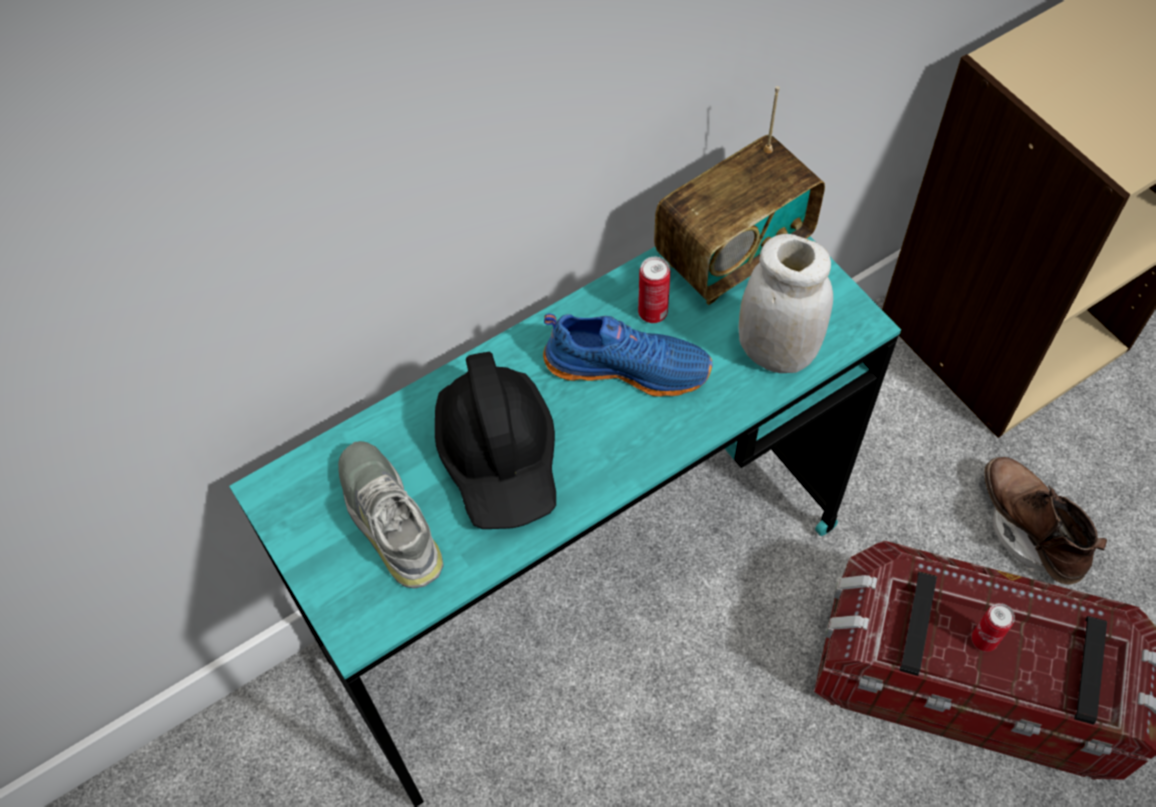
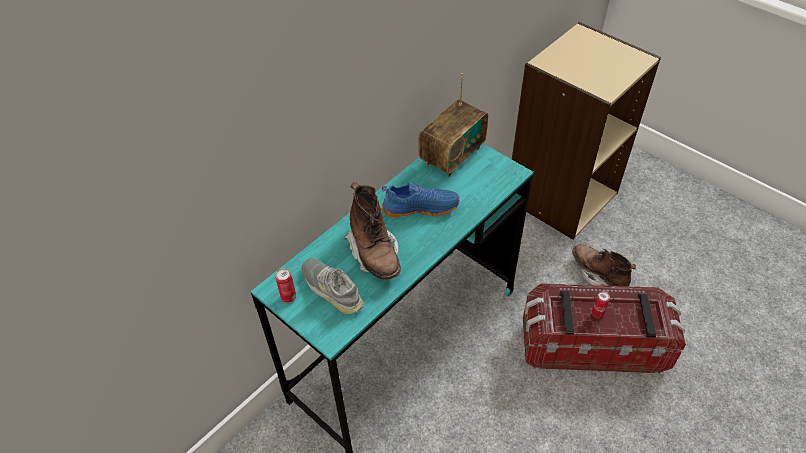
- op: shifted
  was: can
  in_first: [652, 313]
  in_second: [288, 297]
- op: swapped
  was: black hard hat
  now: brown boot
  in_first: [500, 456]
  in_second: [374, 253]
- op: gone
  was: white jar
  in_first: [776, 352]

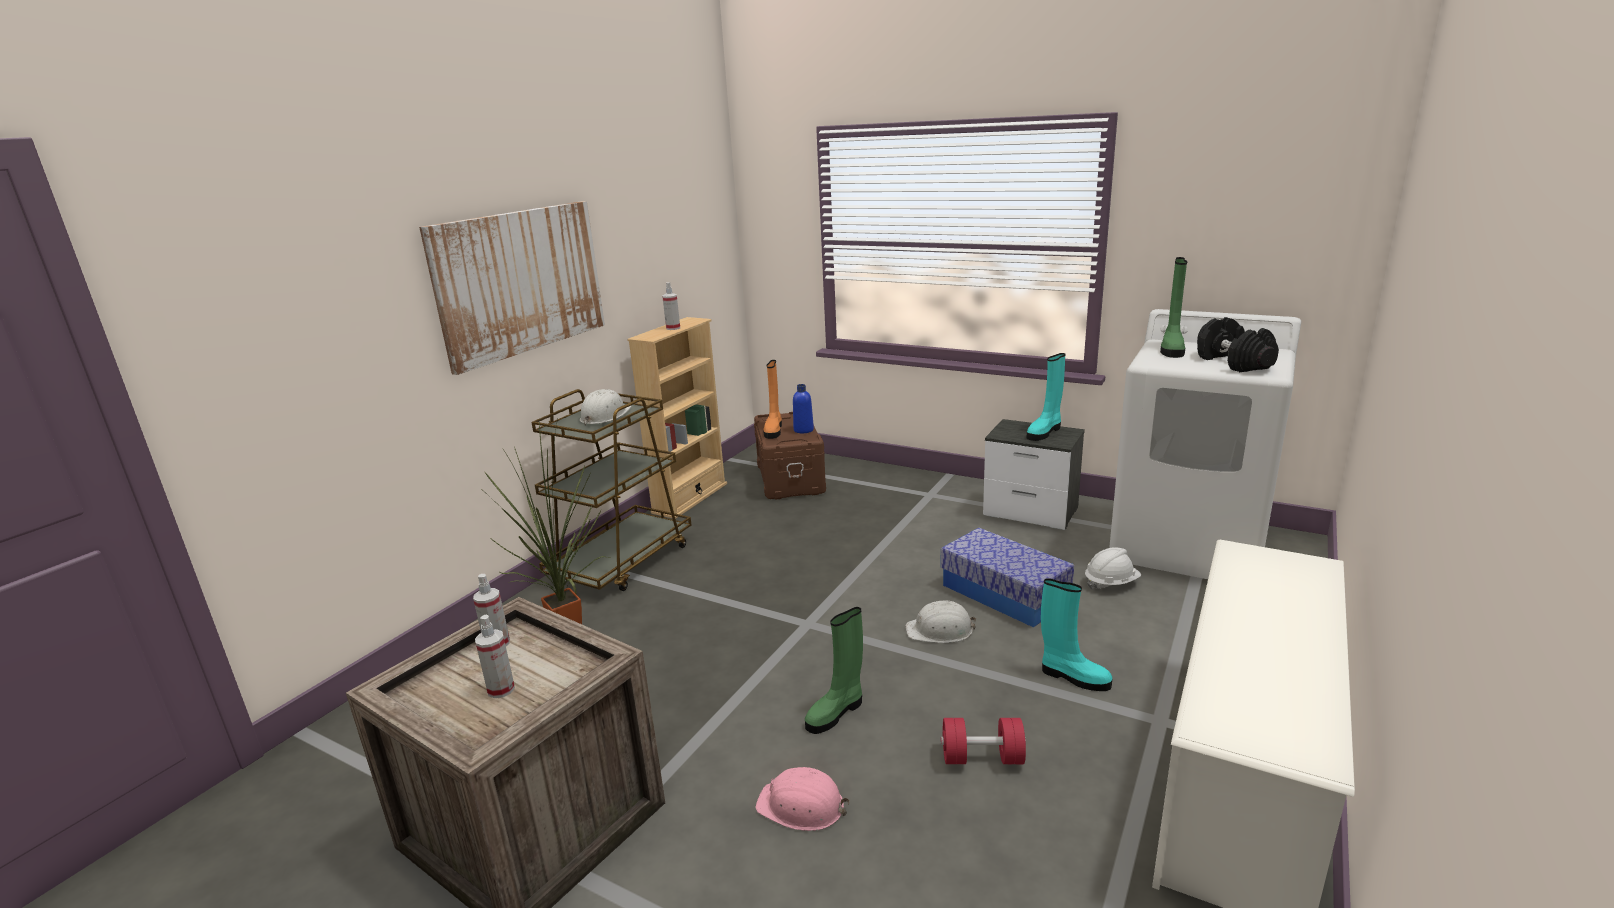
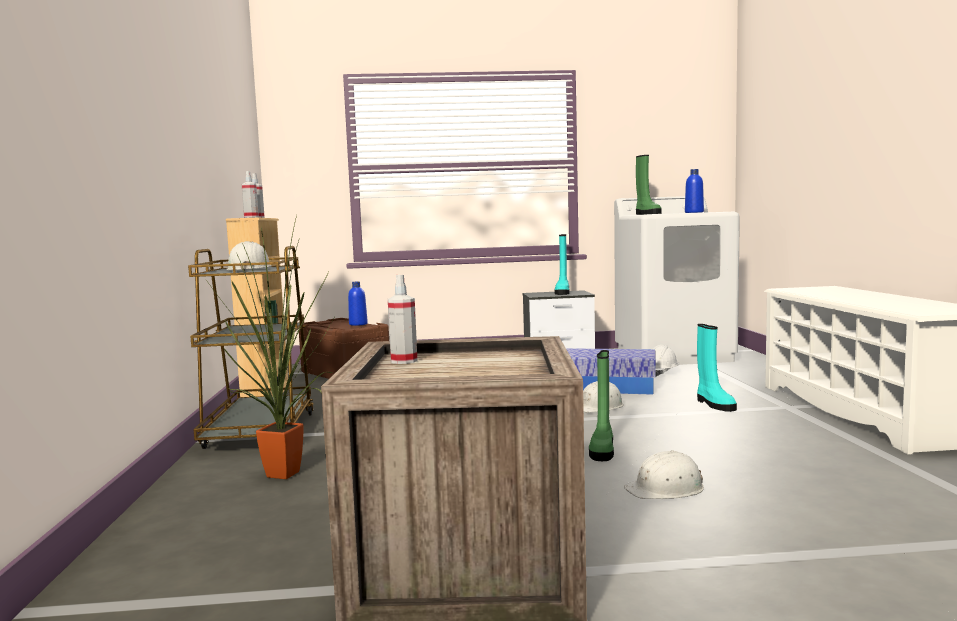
- op: shifted
  was: spray bottle
  in_first: [501, 689]
  in_second: [251, 217]
- op: repainted
  was: pink hard hat
  now: white hard hat
  in_first: [801, 806]
  in_second: [666, 489]
- op: swapped
  was: black dumbbell
  now: blue bottle
  in_first: [1234, 362]
  in_second: [694, 212]
- op: rotated
  was: turquoise boot
  in_first: [1073, 677]
  in_second: [714, 404]
  clockwise: 75
- op: gone
  was: picture
  in_first: [520, 282]
- op: gone
  was: orange boot
  in_first: [774, 430]
- op: gone
  was: red dumbbell
  in_first: [982, 758]

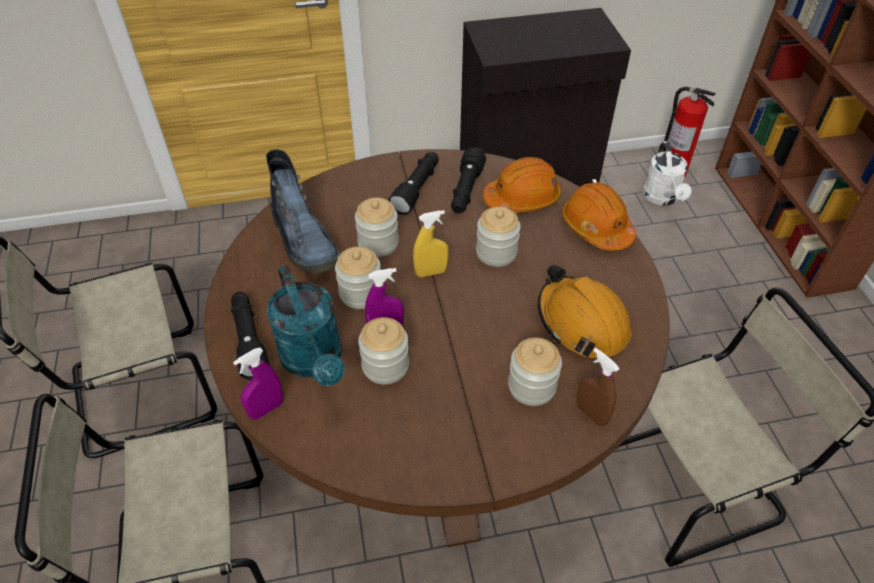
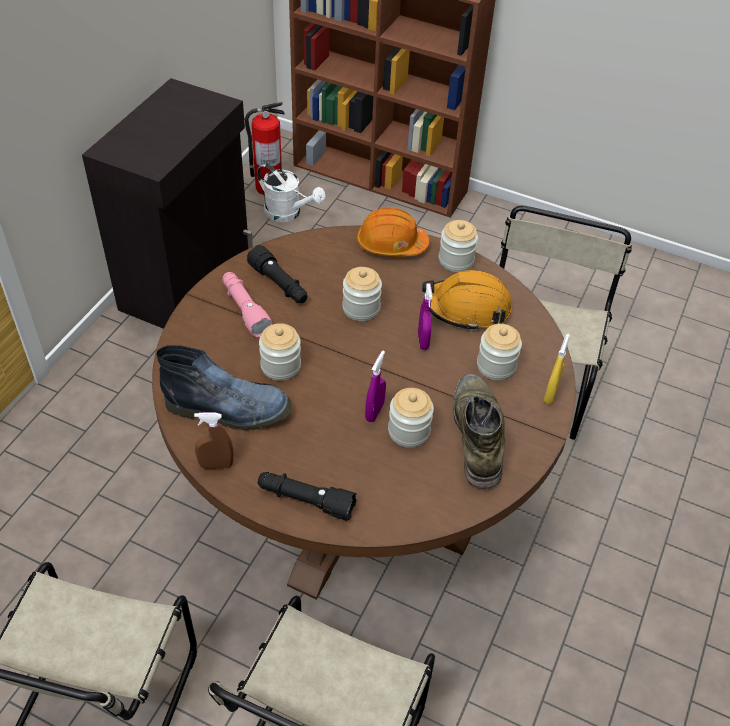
- op: shifted
  was: brown spray bottle
  in_first: [591, 414]
  in_second: [216, 465]
- op: repainted
  was: black flashlight
  now: pink flashlight
  in_first: [417, 189]
  in_second: [245, 309]
- op: shifted
  was: purple spray bottle
  in_first: [266, 409]
  in_second: [423, 341]
- op: shifted
  was: jar
  in_first: [361, 293]
  in_second: [456, 260]
- op: new
  now: green boot
  in_second: [477, 434]
- op: shifted
  was: yellow spray bottle
  in_first: [431, 272]
  in_second: [550, 394]
- op: gone
  was: turquoise watering can
  in_first: [315, 361]
- op: gone
  was: orange hard hat
  in_first: [522, 198]

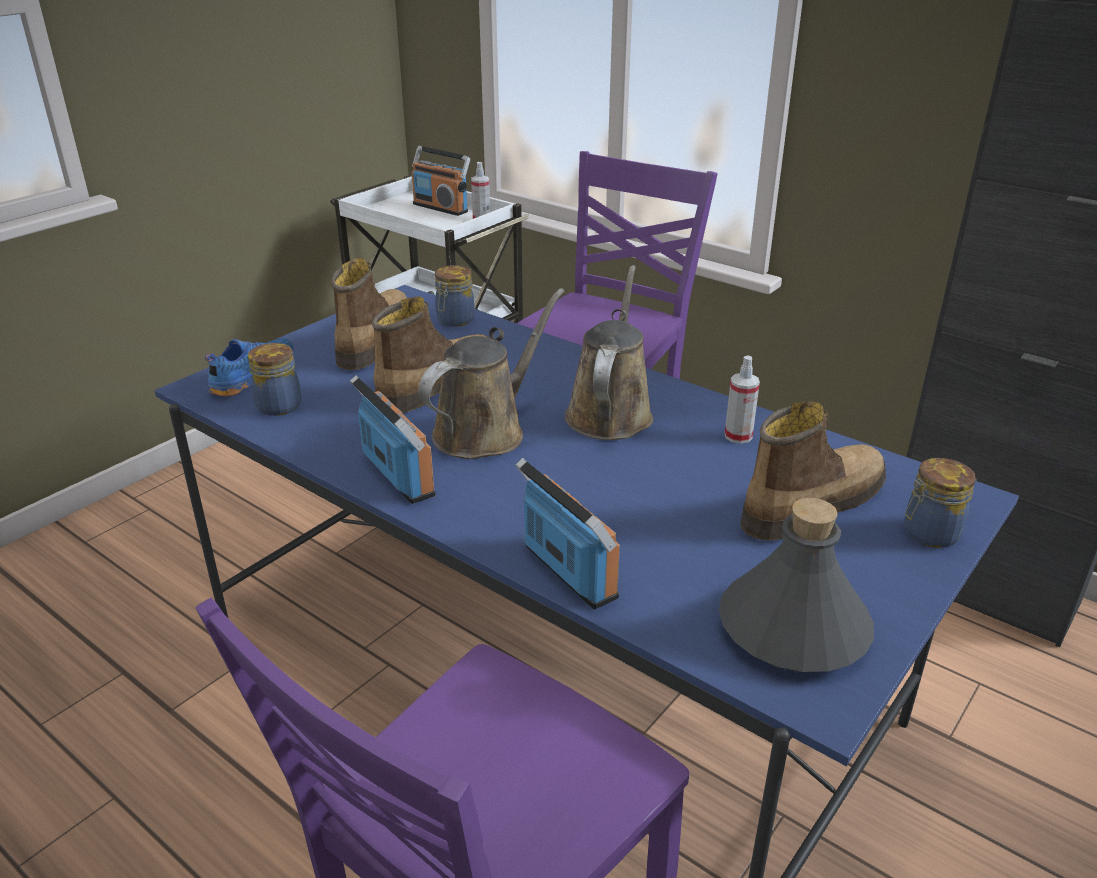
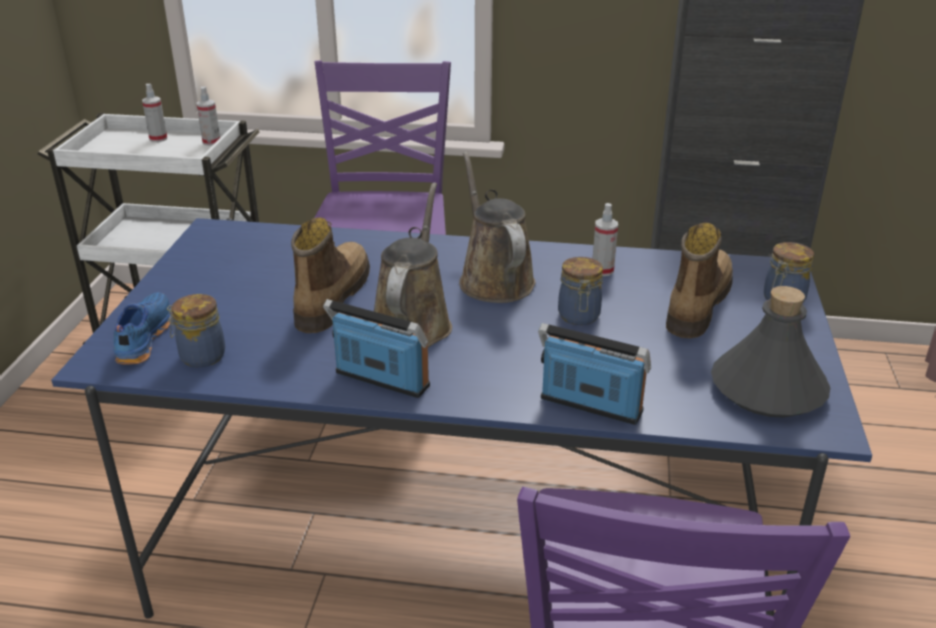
- op: swapped
  was: radio
  now: spray bottle
  in_first: [441, 208]
  in_second: [158, 139]
- op: shifted
  was: jar
  in_first: [454, 320]
  in_second: [579, 317]
- op: gone
  was: boot
  in_first: [373, 341]

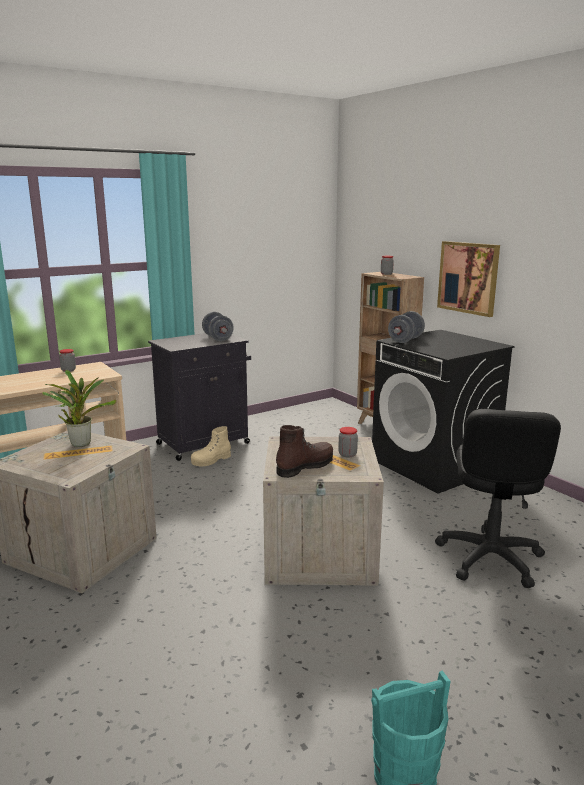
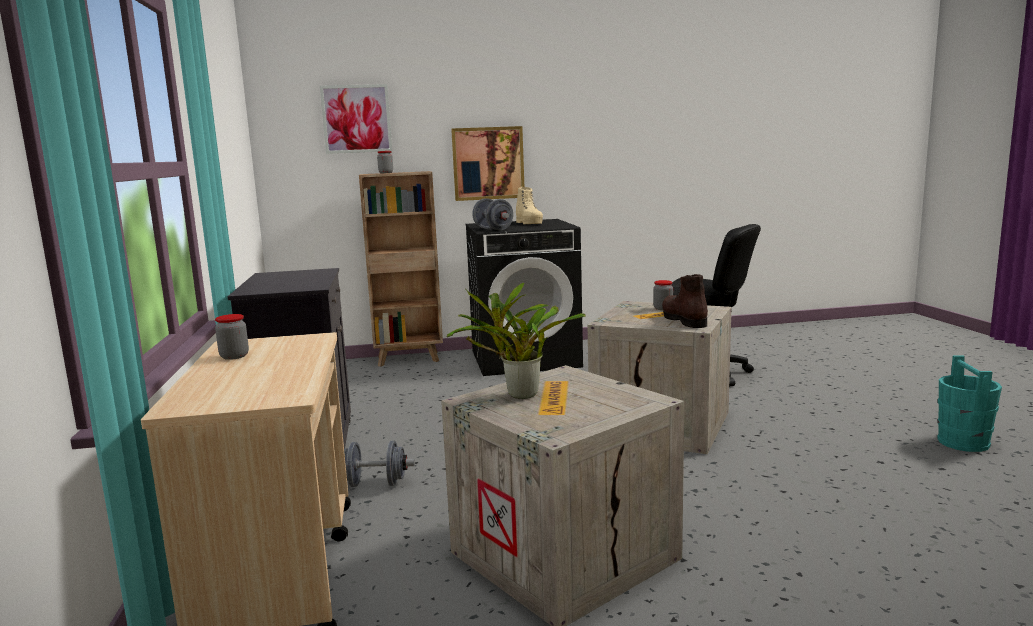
- op: new
  now: picture
  in_second: [356, 119]
- op: shifted
  was: grey dumbbell
  in_first: [218, 338]
  in_second: [375, 484]
- op: shifted
  was: beige boot
  in_first: [211, 460]
  in_second: [529, 223]

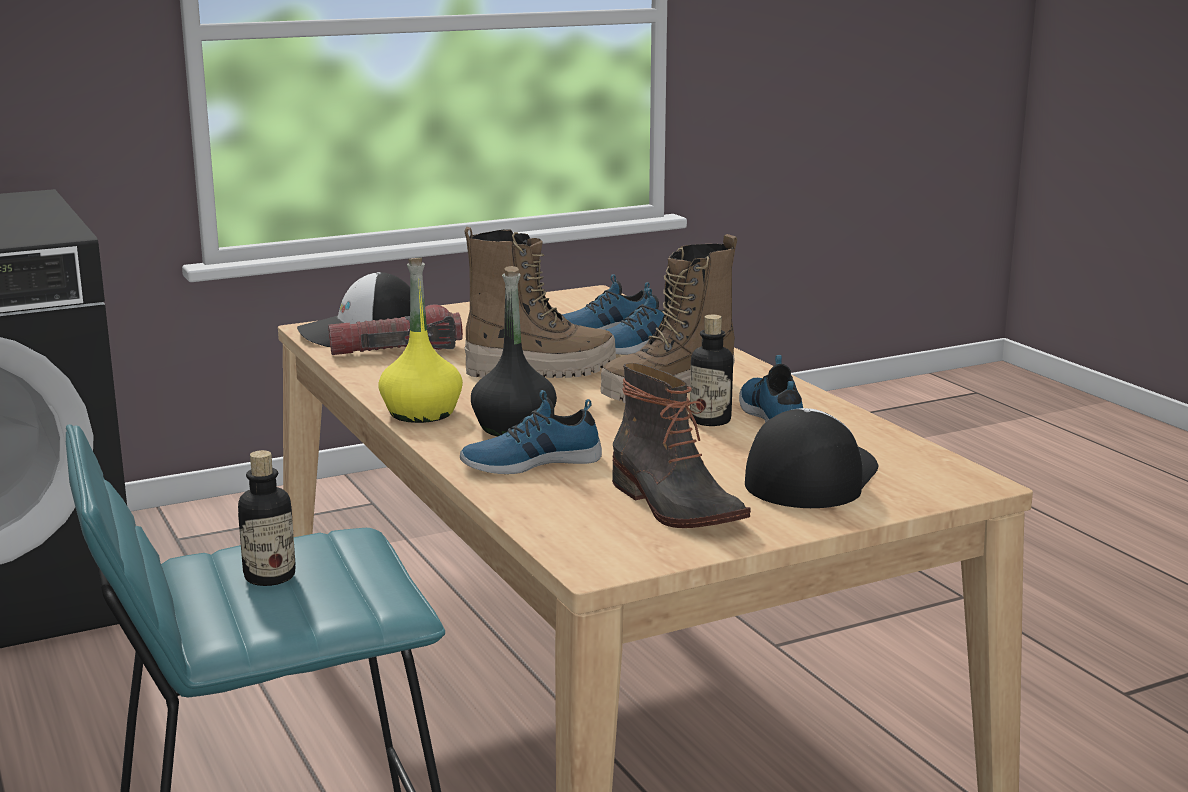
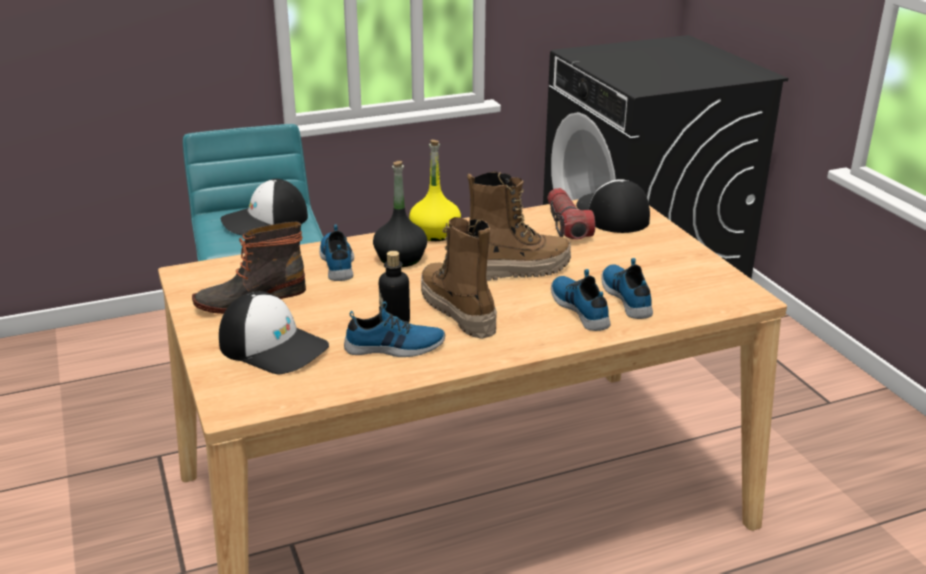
- op: swapped
  was: bottle
  now: cap
  in_first: [270, 576]
  in_second: [265, 220]
- op: rotated
  was: boot
  in_first: [540, 371]
  in_second: [518, 269]
  clockwise: -105

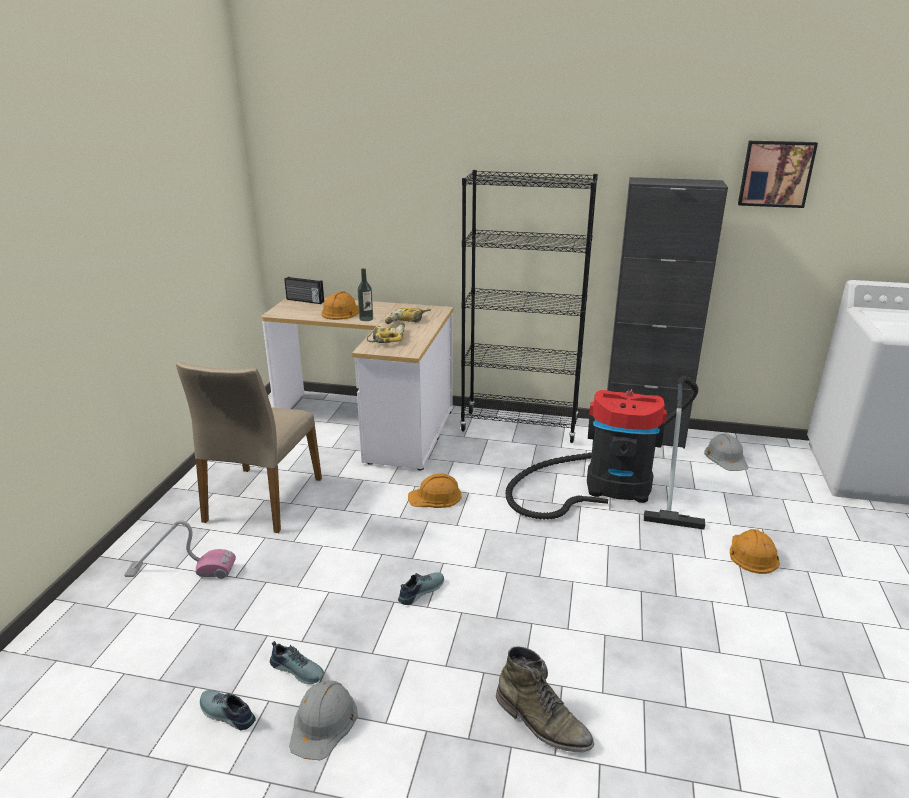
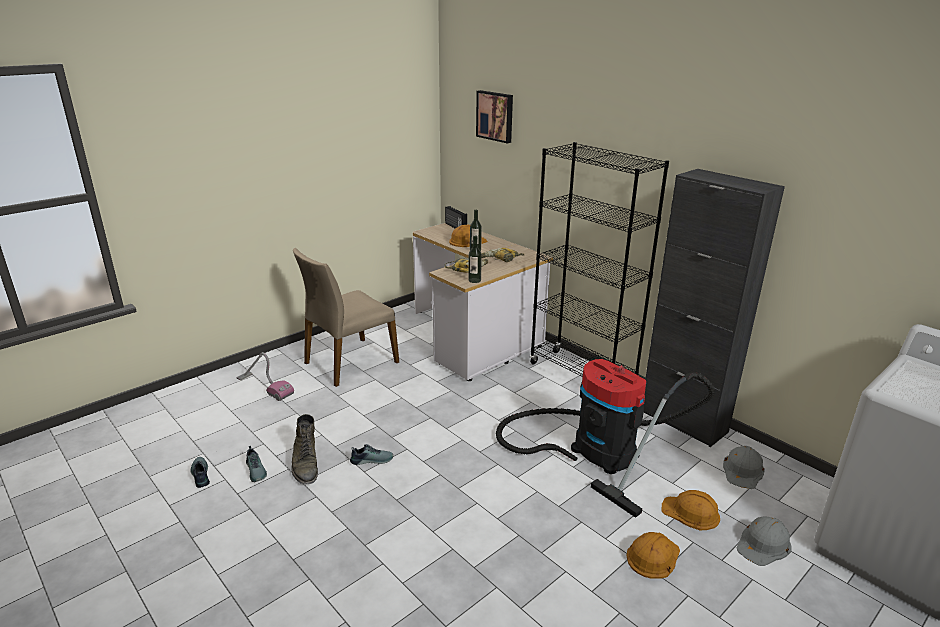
- op: shifted
  was: green boot
  in_first: [542, 722]
  in_second: [305, 464]
- op: new
  now: bottle
  in_second: [474, 280]
- op: shifted
  was: picture
  in_first: [775, 173]
  in_second: [495, 116]
- op: shifted
  was: orange hard hat
  in_first: [435, 496]
  in_second: [691, 512]
- op: shifted
  was: grey hard hat
  in_first: [323, 722]
  in_second: [763, 544]

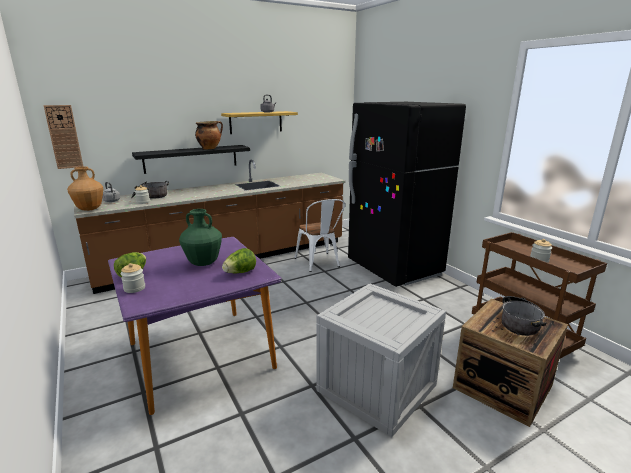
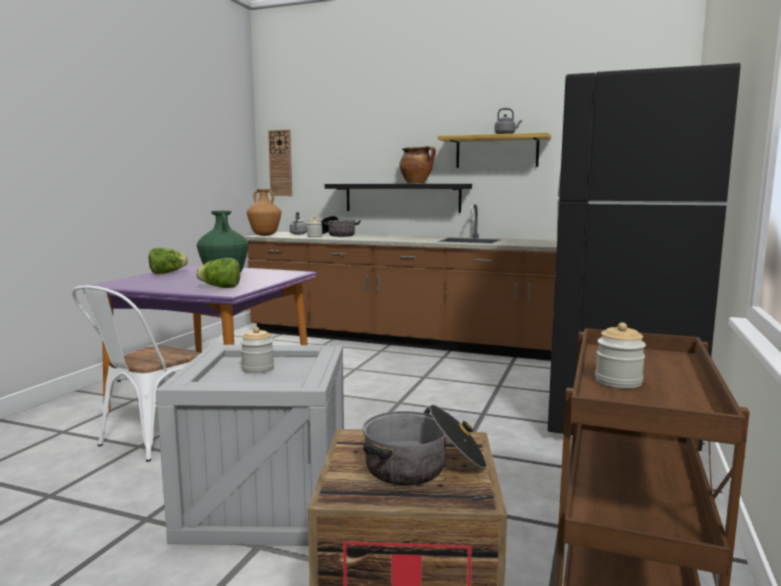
- op: shifted
  was: white chair
  in_first: [319, 263]
  in_second: [150, 440]
- op: shifted
  was: jar
  in_first: [134, 288]
  in_second: [258, 369]

